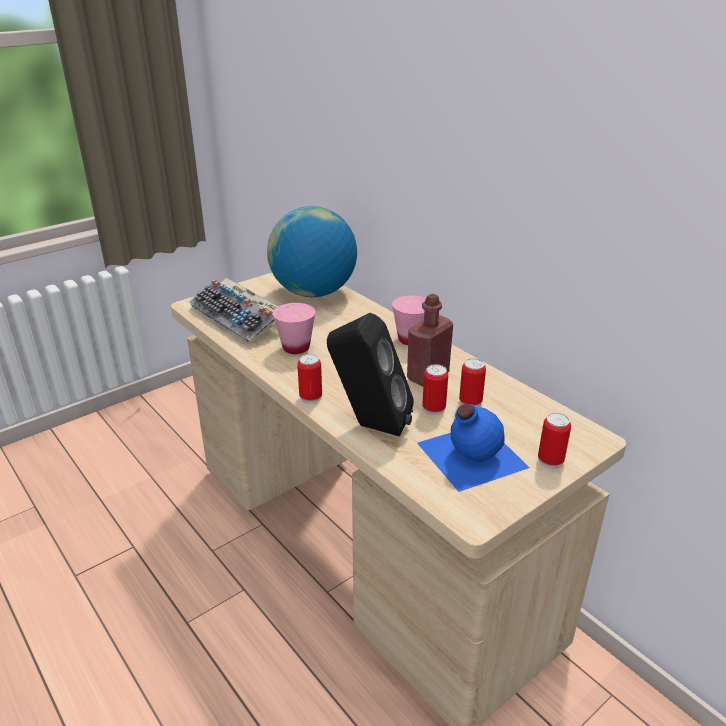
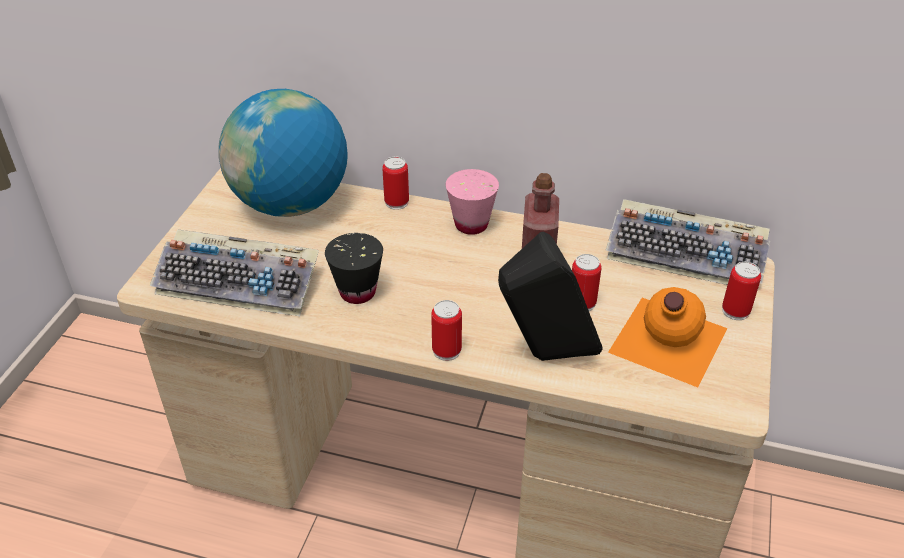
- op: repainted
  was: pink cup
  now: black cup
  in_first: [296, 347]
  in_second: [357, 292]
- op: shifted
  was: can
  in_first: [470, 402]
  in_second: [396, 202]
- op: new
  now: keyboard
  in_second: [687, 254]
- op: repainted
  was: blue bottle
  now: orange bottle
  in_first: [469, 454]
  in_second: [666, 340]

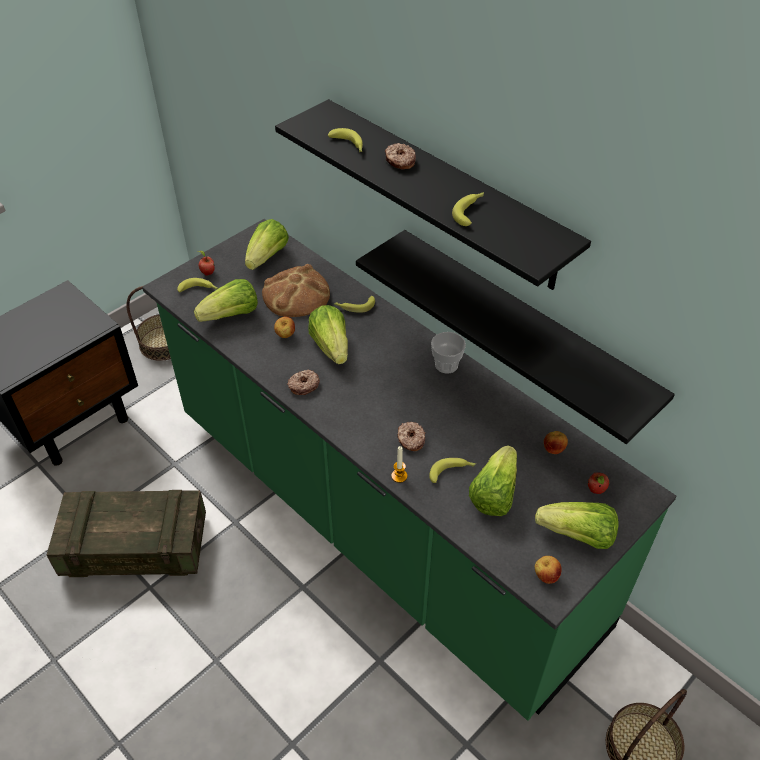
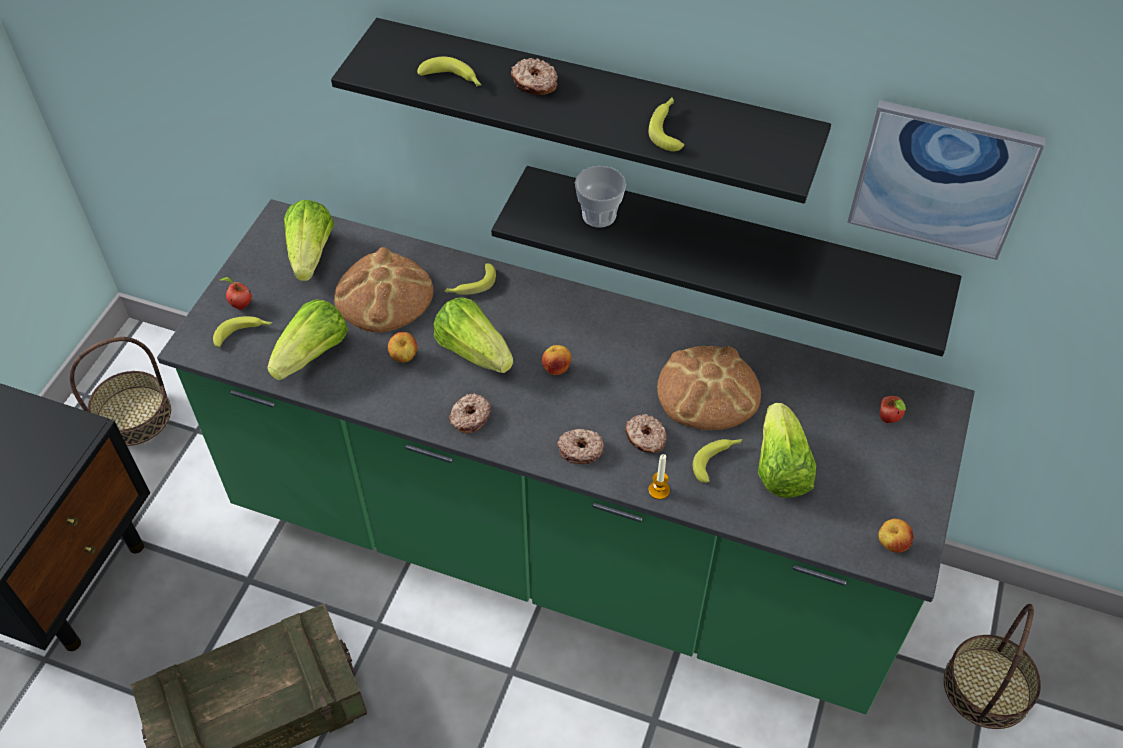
- op: shifted
  was: apple
  in_first: [553, 449]
  in_second: [556, 368]
- op: new
  now: donut
  in_second: [580, 449]
- op: shifted
  was: cup
  in_first: [446, 365]
  in_second: [599, 215]
- op: new
  now: bread
  in_second: [707, 391]
- op: new
  now: picture
  in_second: [941, 179]
- op: gone
  was: lettuce
  in_first: [578, 536]

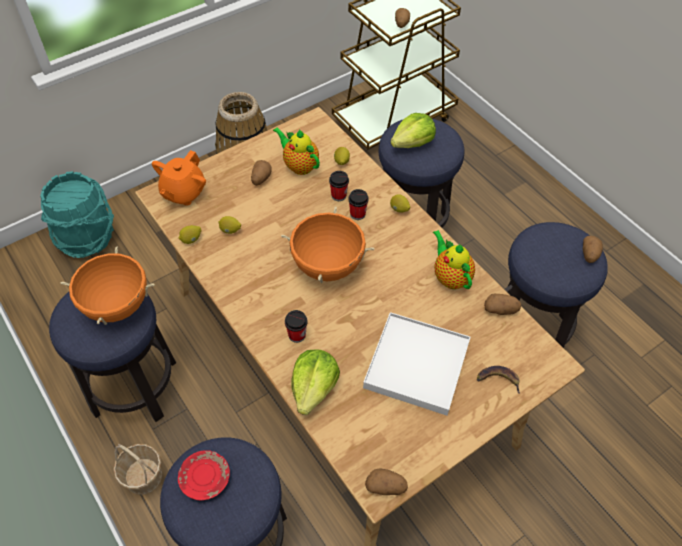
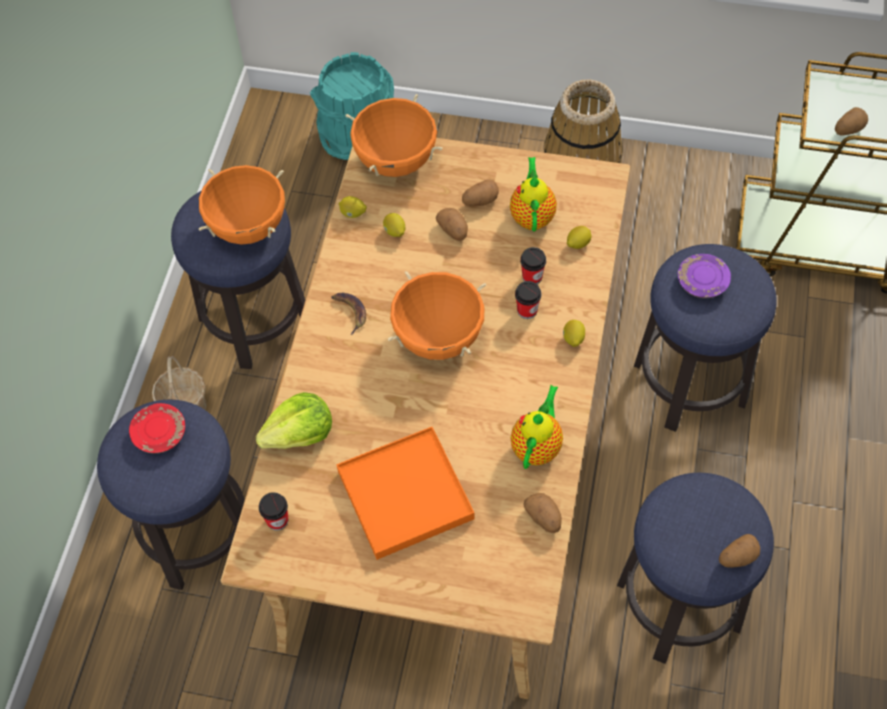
- op: shifted
  was: cup
  in_first: [297, 335]
  in_second: [277, 520]
- op: shifted
  was: banana
  in_first: [498, 380]
  in_second: [350, 312]
- op: repainted
  was: white tray
  now: orange tray
  in_first: [417, 365]
  in_second: [405, 495]
- op: swapped
  was: orange teapot
  now: orange cooking pot
  in_first: [183, 193]
  in_second: [396, 161]
- op: shifted
  was: potato
  in_first: [386, 487]
  in_second: [453, 231]
- op: swapped
  was: lettuce
  now: purple plate
  in_first: [413, 143]
  in_second: [702, 282]

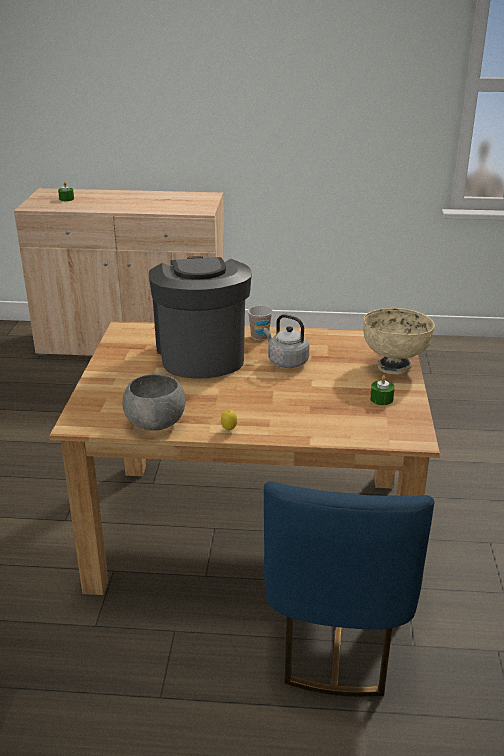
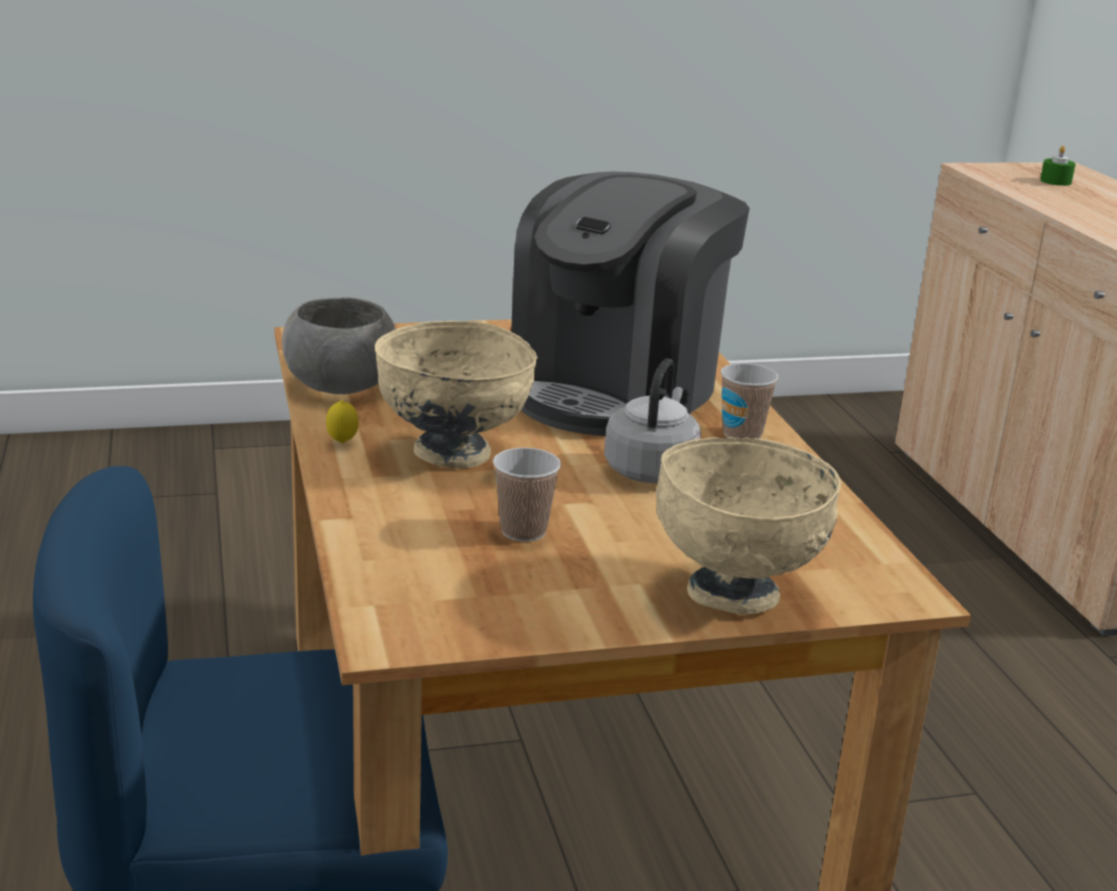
- op: new
  now: beige bowl
  in_second: [453, 454]
- op: new
  now: cup
  in_second: [523, 531]
- op: rotated
  was: coffee machine
  in_first: [201, 354]
  in_second: [617, 392]
  clockwise: 150
- op: gone
  was: green candle
  in_first: [381, 399]

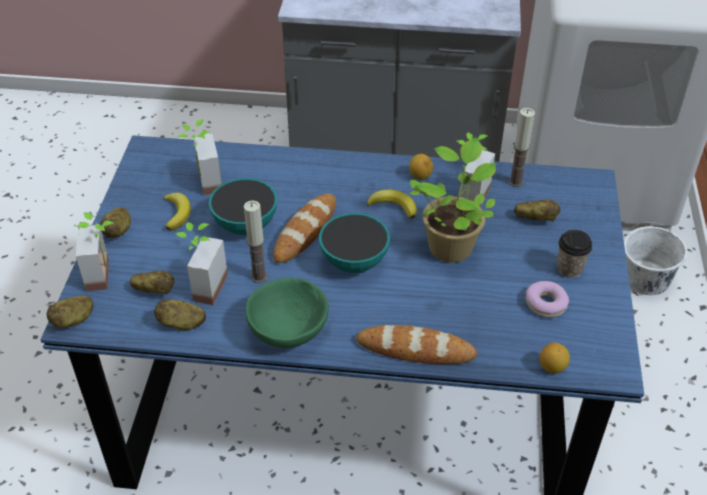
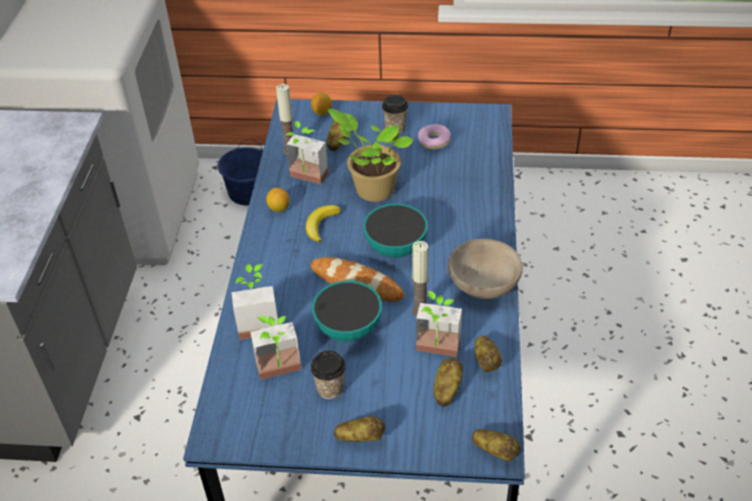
- op: repainted
  was: white bucket
  now: blue bucket
  in_first: [645, 278]
  in_second: [249, 192]
- op: shifted
  was: potted plant
  in_first: [106, 274]
  in_second: [258, 322]
- op: shifted
  was: lemon
  in_first: [552, 367]
  in_second: [322, 112]
- op: swapped
  was: banana
  now: cup
  in_first: [177, 213]
  in_second: [330, 388]
- op: repainted
  was: green bowl
  now: beige bowl
  in_first: [288, 331]
  in_second: [484, 285]
- op: gone
  was: bread
  in_first: [416, 349]

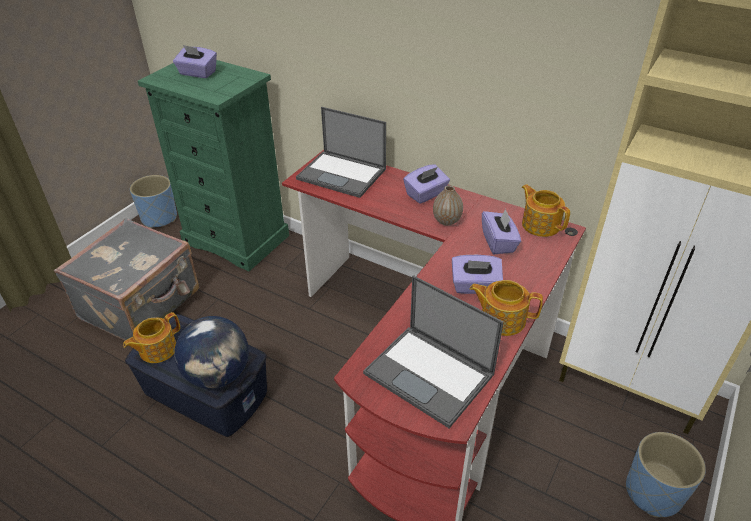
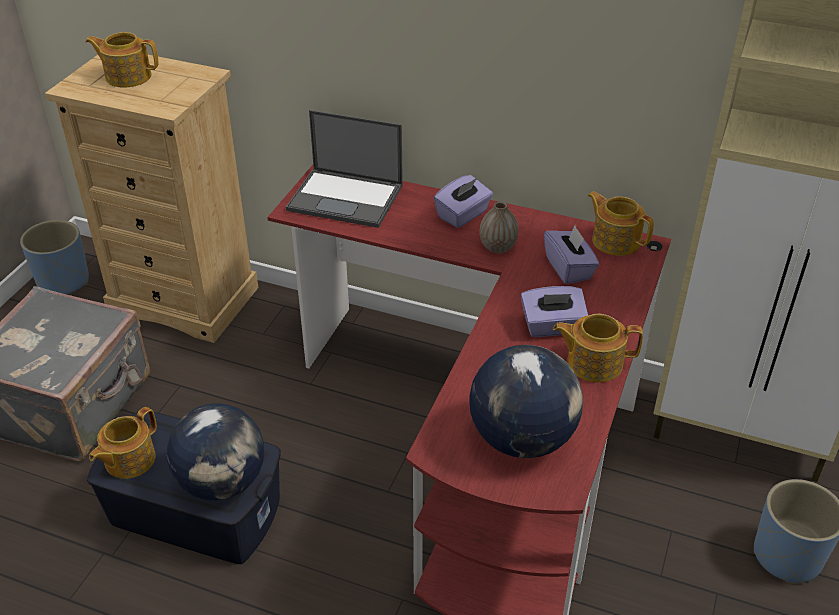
- op: repainted
  was: green dresser
  now: beige dresser
  in_first: [236, 239]
  in_second: [184, 300]
- op: swapped
  was: purple tissue box
  now: teapot
  in_first: [197, 73]
  in_second: [127, 76]
- op: swapped
  was: laptop
  now: globe
  in_first: [430, 374]
  in_second: [523, 439]

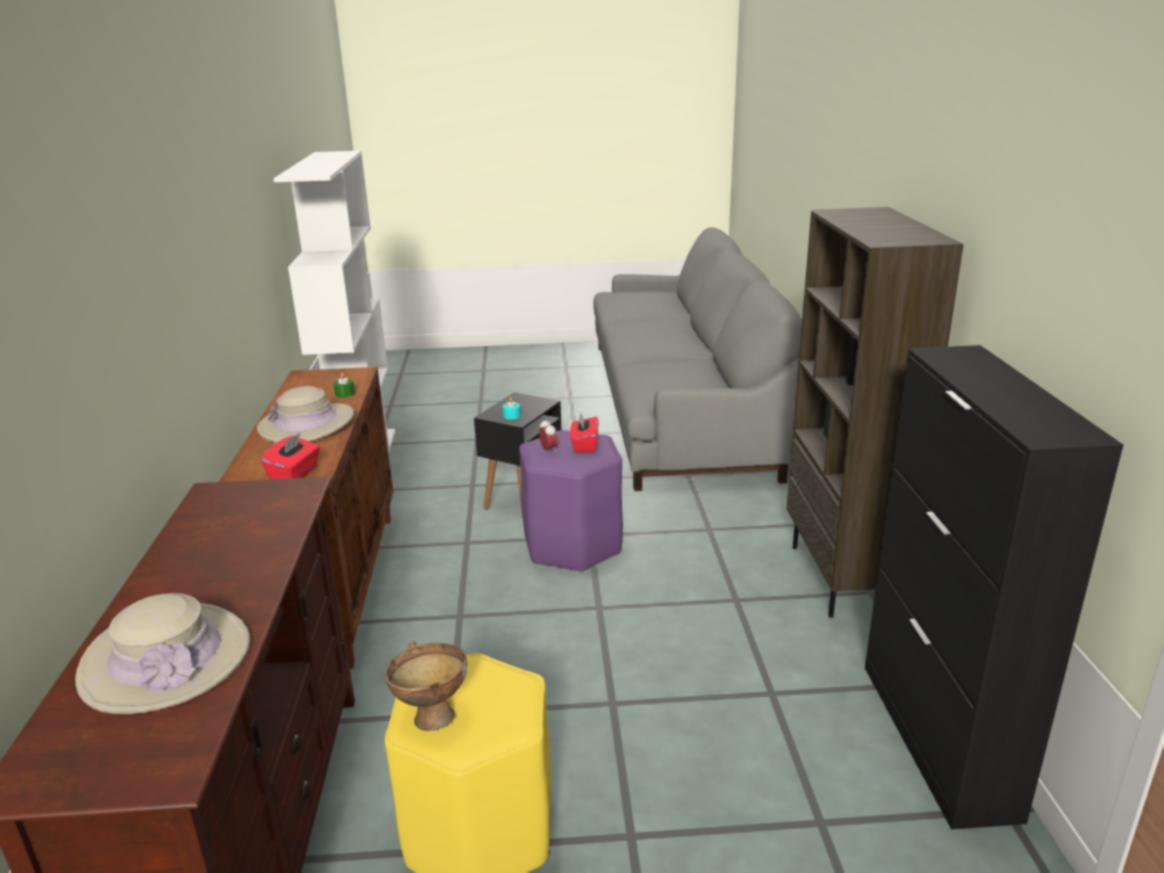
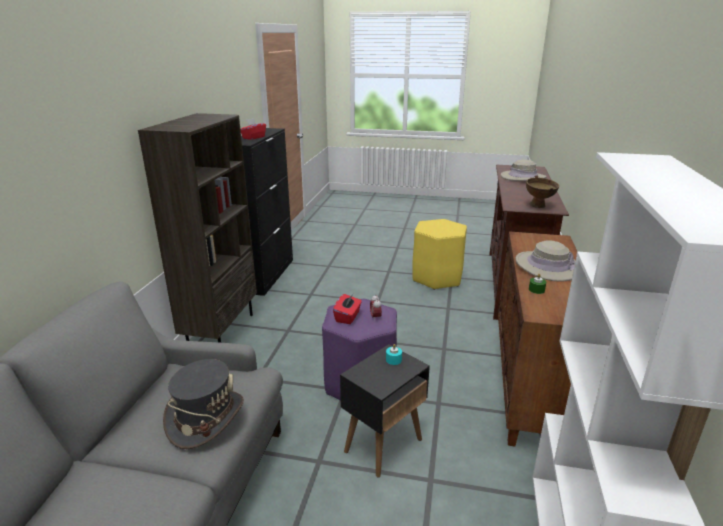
- op: new
  now: grey hat
  in_second: [205, 417]
- op: shifted
  was: red tissue box
  in_first: [295, 474]
  in_second: [253, 137]
- op: shifted
  was: brown bowl
  in_first: [431, 713]
  in_second: [539, 206]

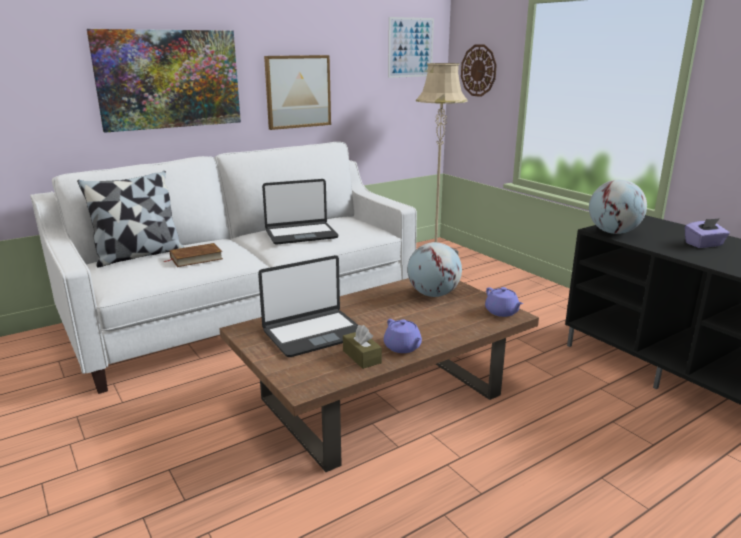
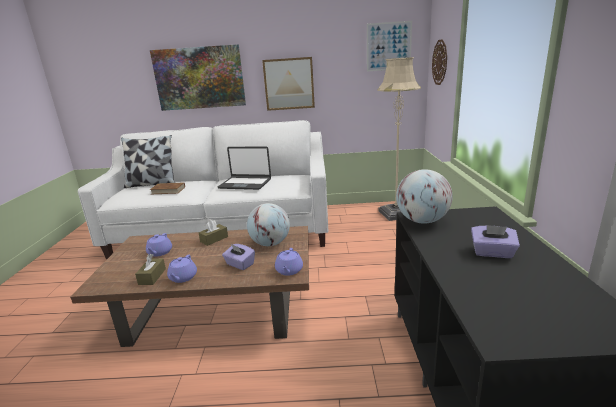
- op: swapped
  was: laptop
  now: purple teapot
  in_first: [314, 333]
  in_second: [159, 253]
- op: new
  now: brown tissue box
  in_second: [214, 239]
- op: new
  now: purple tissue box
  in_second: [240, 264]

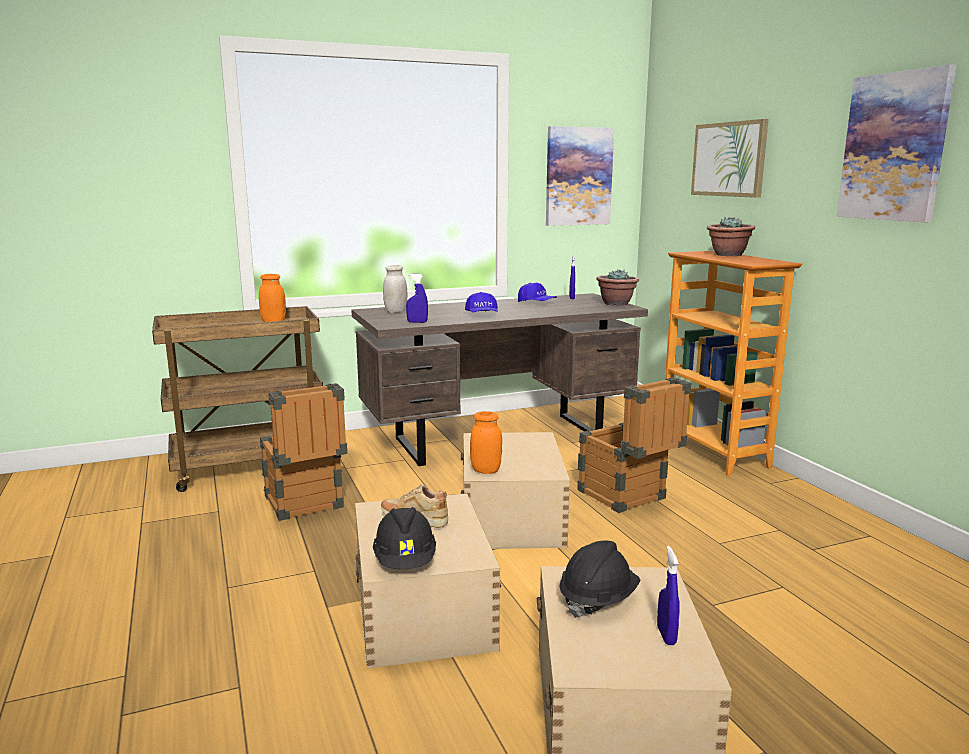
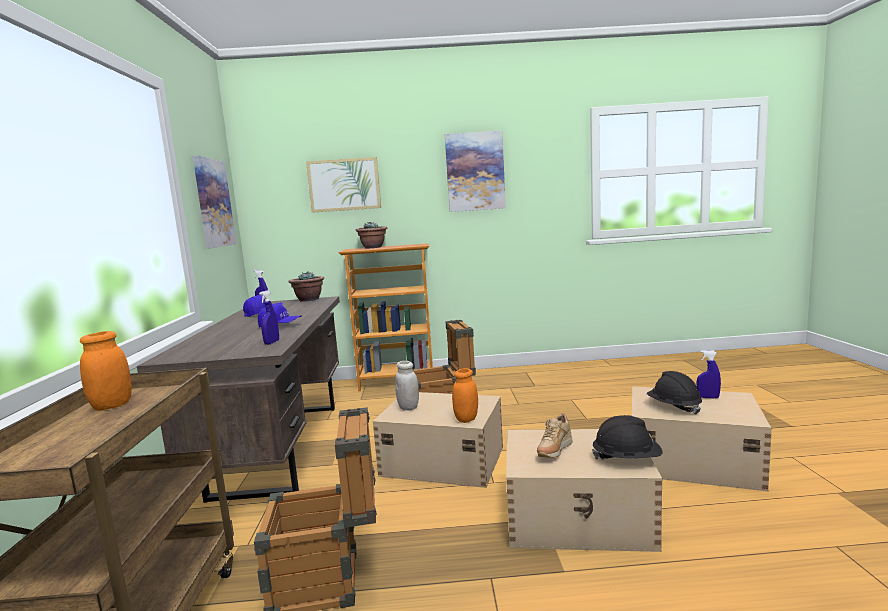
- op: shifted
  was: white jar
  in_first: [396, 312]
  in_second: [408, 407]

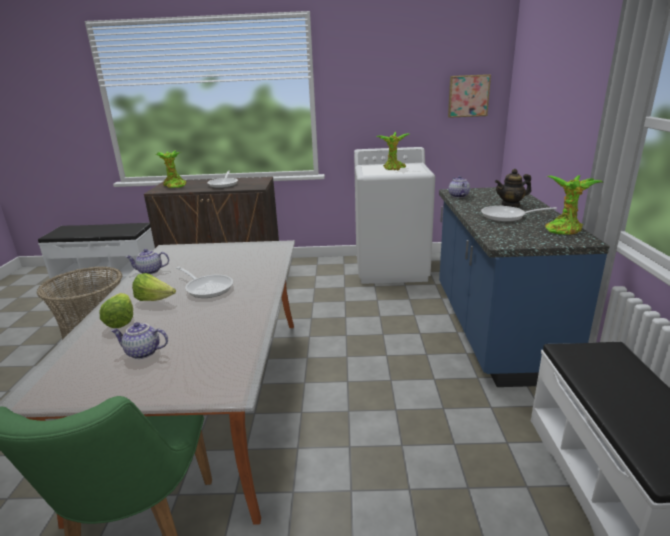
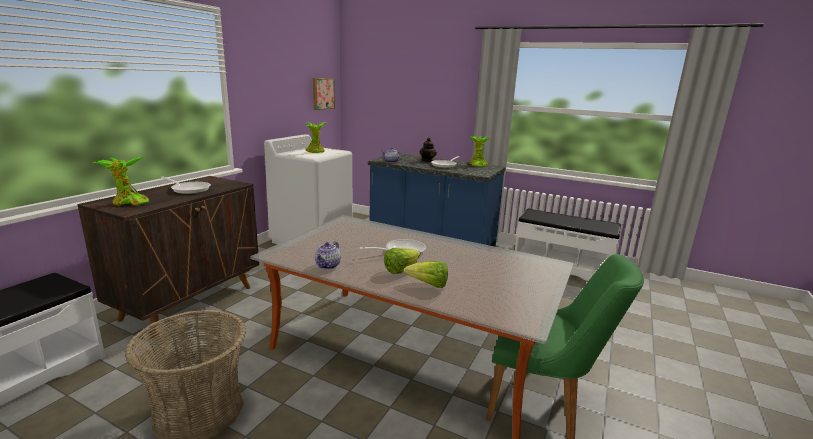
- op: gone
  was: teapot
  in_first: [142, 353]

